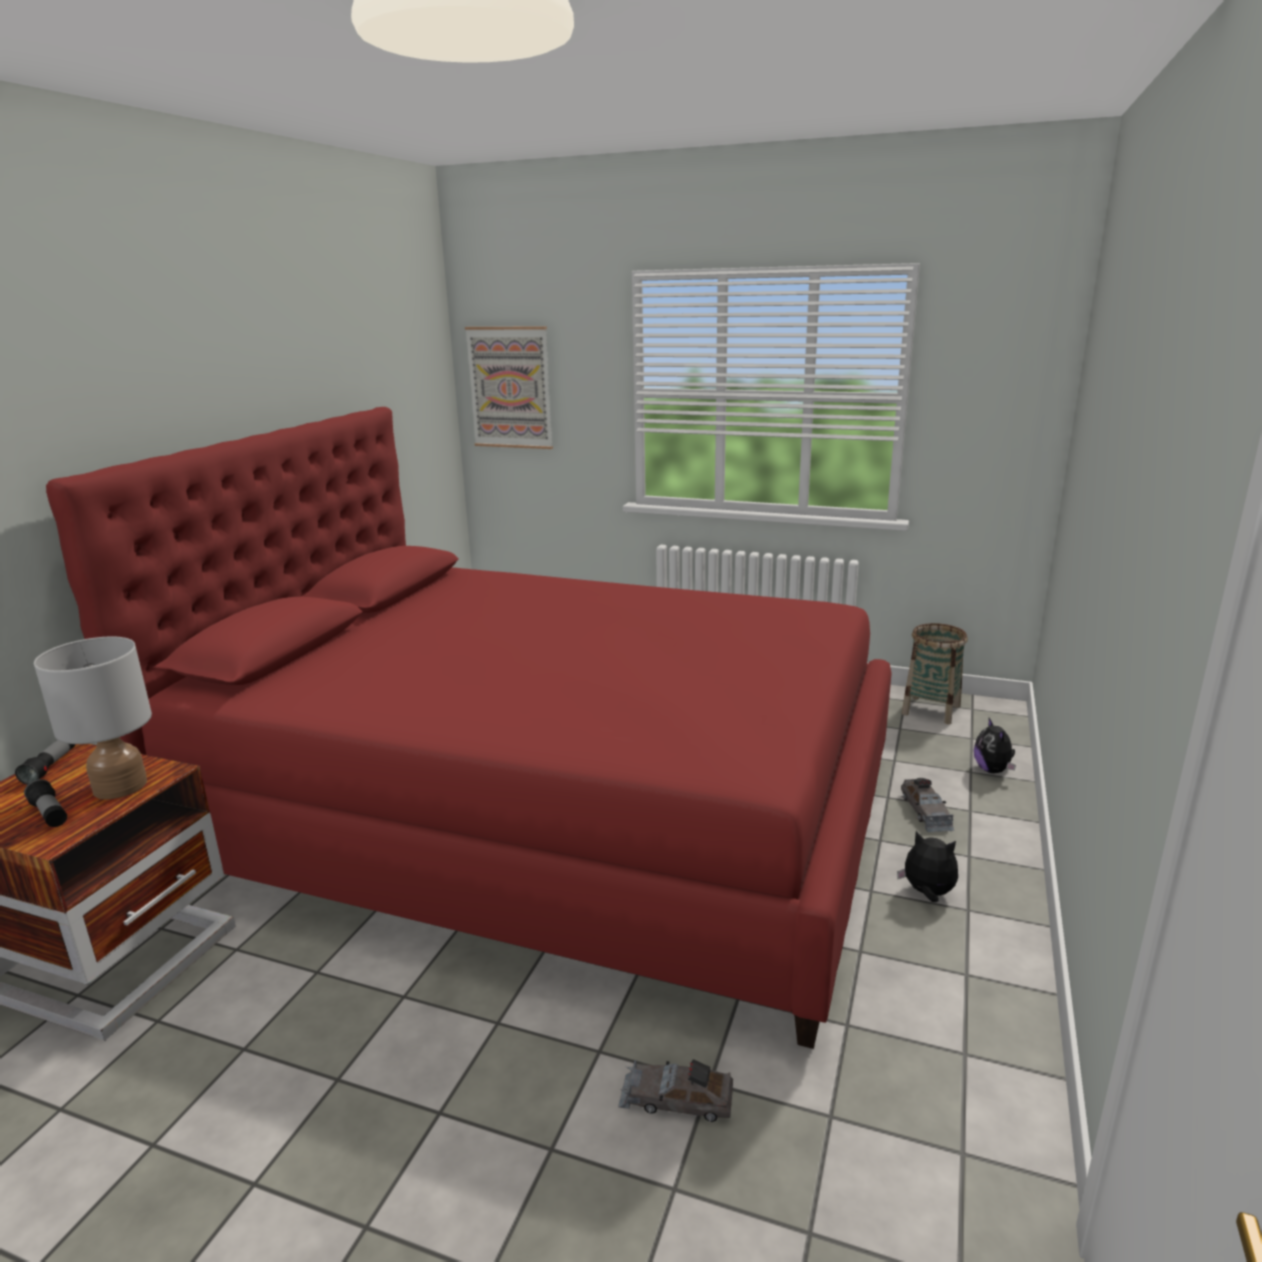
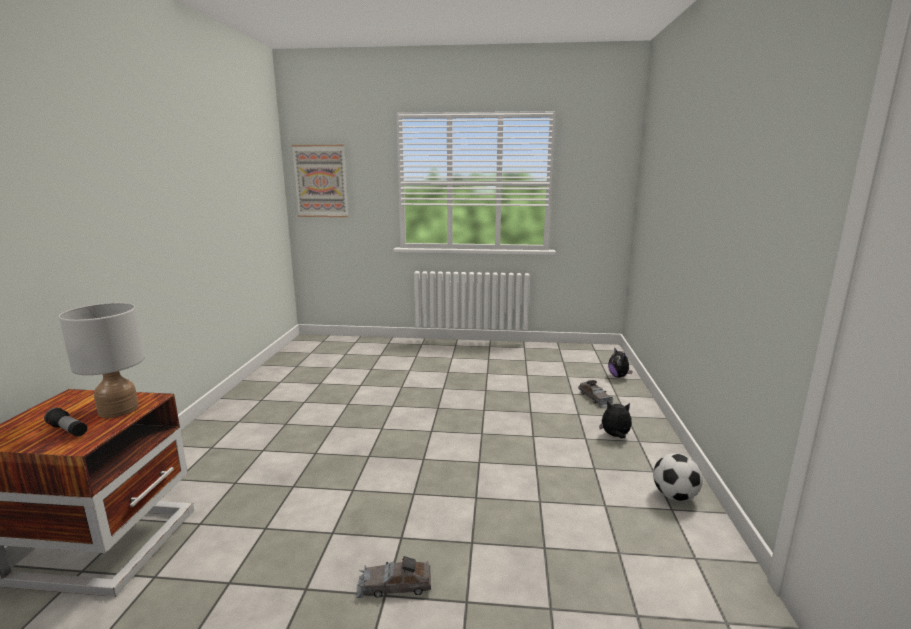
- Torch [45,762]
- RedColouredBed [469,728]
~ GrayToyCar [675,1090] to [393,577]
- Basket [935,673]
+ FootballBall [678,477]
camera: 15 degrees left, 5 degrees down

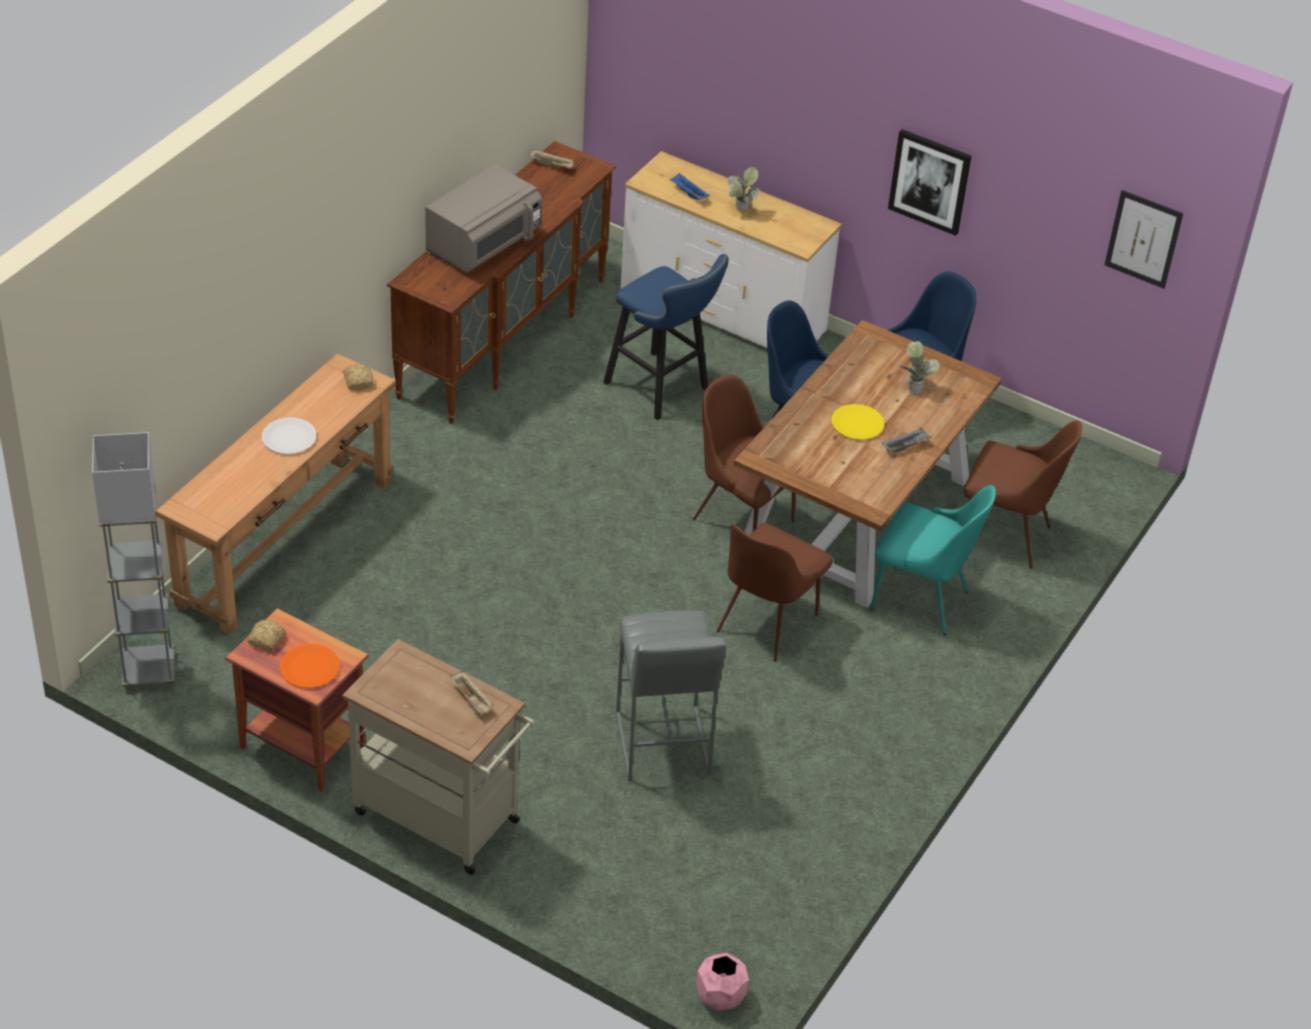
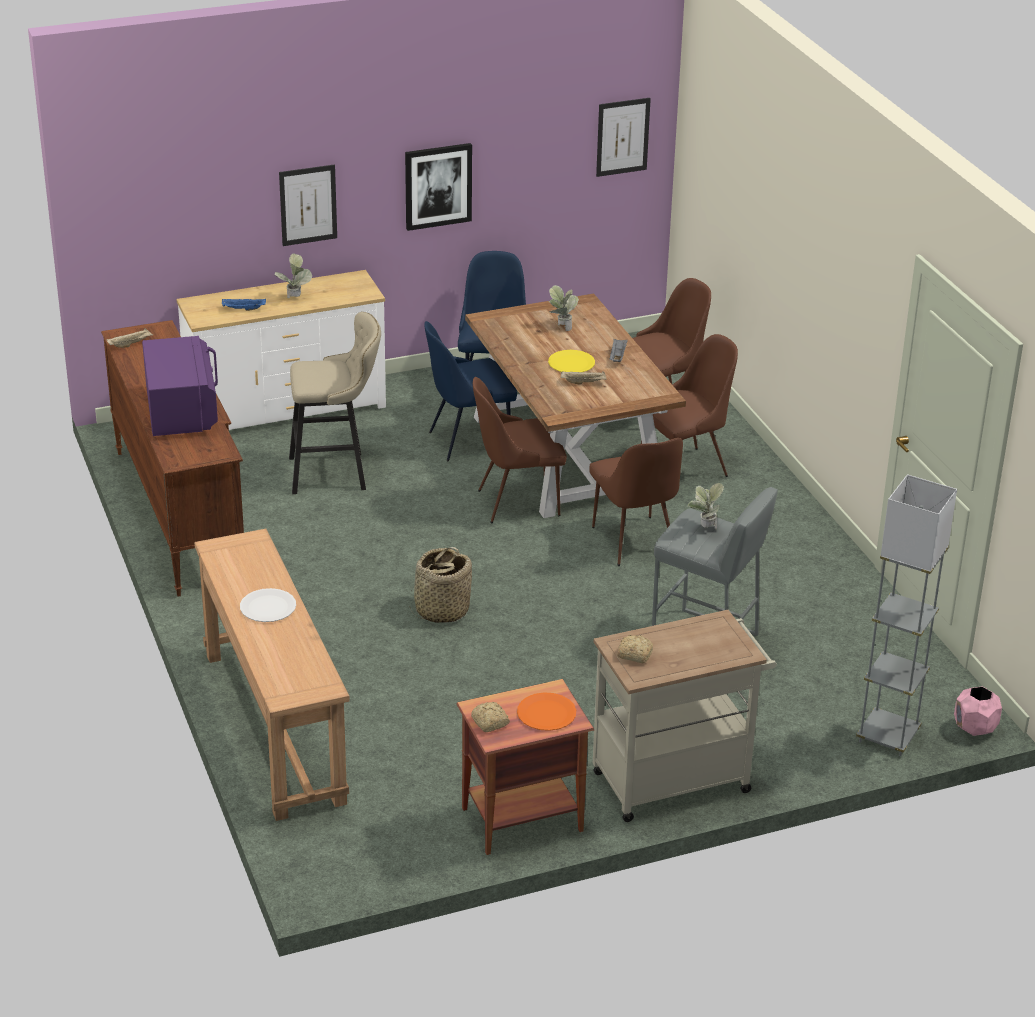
~ GrayStandingLamp [133,561] to [906,615]
~ BakedBread [358,377] to [635,649]
~ GrayMicrowave [483,218] to PurpleColouredMicrowave [180,386]
~ SandColouredCarryingTray [471,692] to [584,378]
~ BluishStoolSeat [666,337] to SandColouredStoolSeat [335,403]
~ BlueGreenChair [933,560] to BrownColouredChair [689,405]
+ WallPicture [308,205]
+ Basket [440,585]
+ PottedPlant [706,506]
camera: 50 degrees left, 10 degrees down

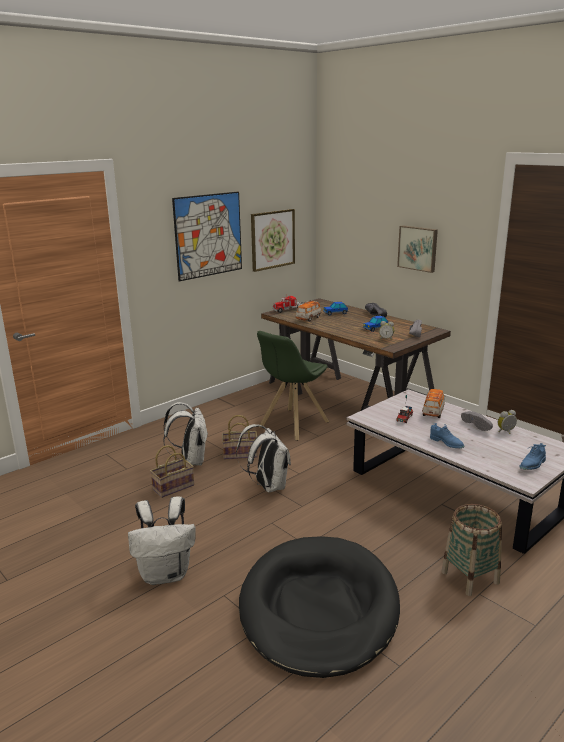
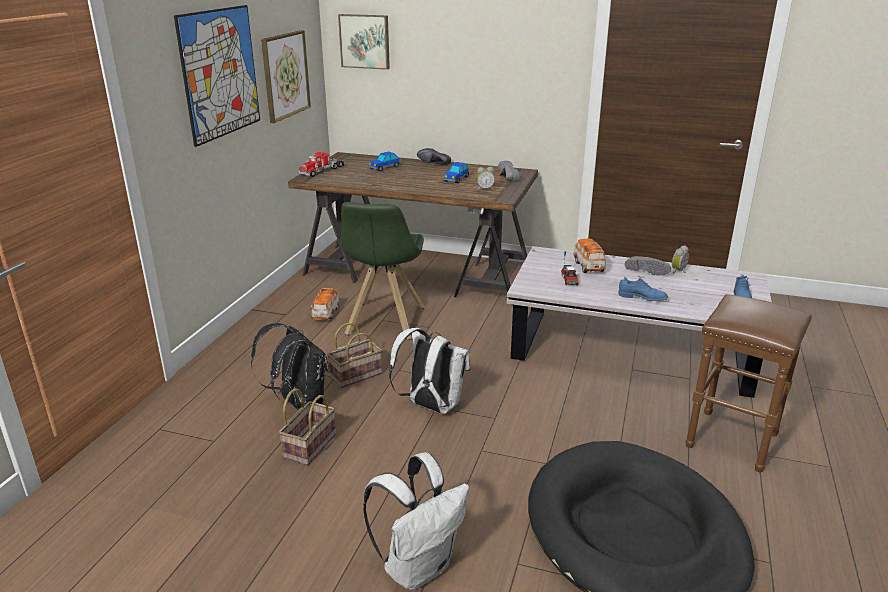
~ WhiteRucksack [185,434] to BlackRucksack [290,366]
~ ToyCar [308,311] to [325,304]
~ WallPicture [417,249] to [364,42]
~ Basket [471,550] to BrownColouredStoolSeat [749,383]
camera: 30 degrees left, 5 degrees up

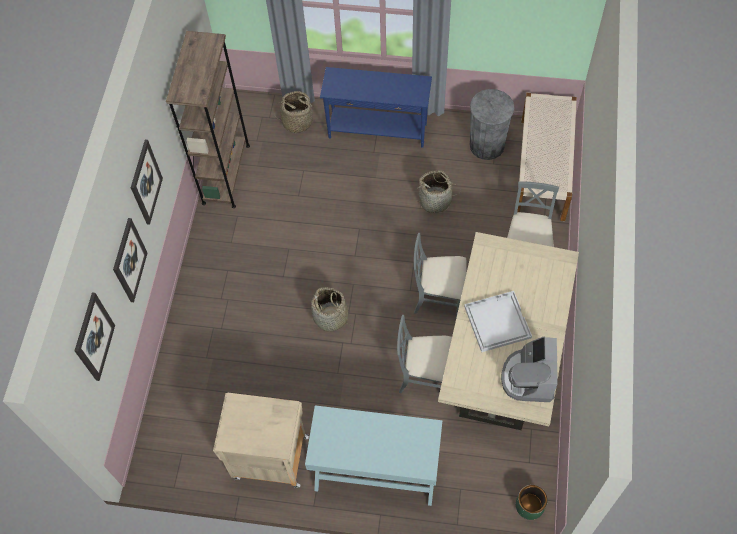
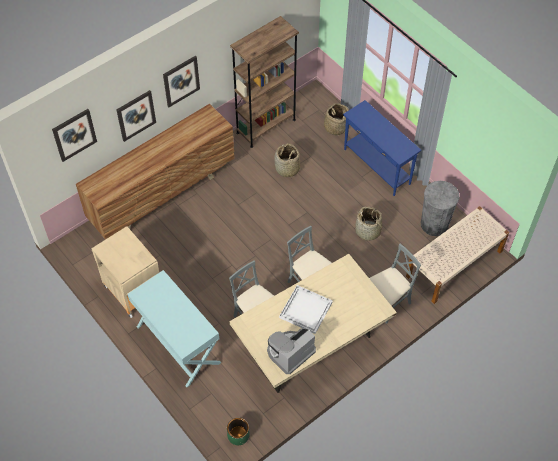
~ Basket [330,309] to [287,160]
+ BrownColouredCupboard [155,172]
camera: 40 degrees right, 5 degrees down

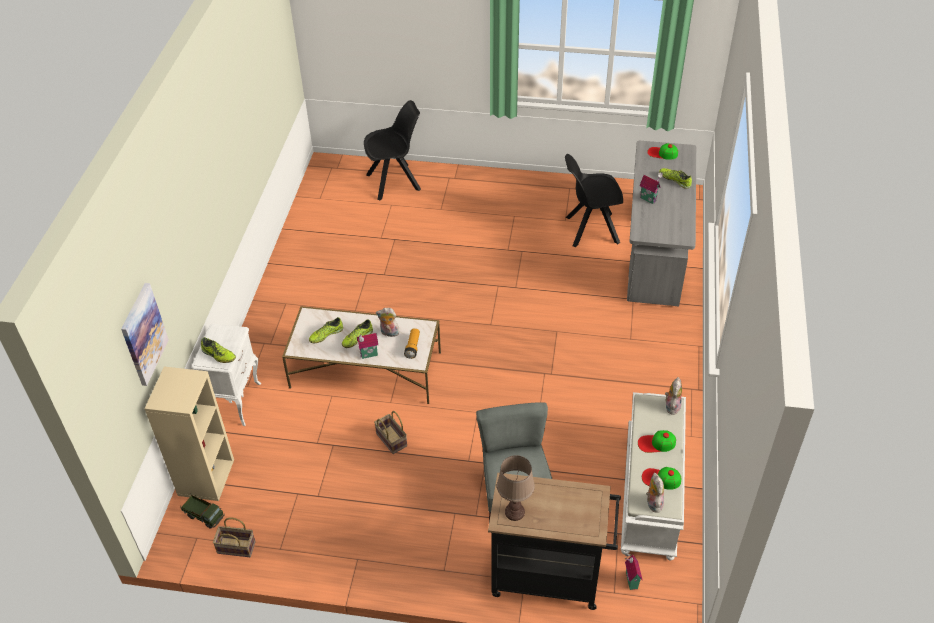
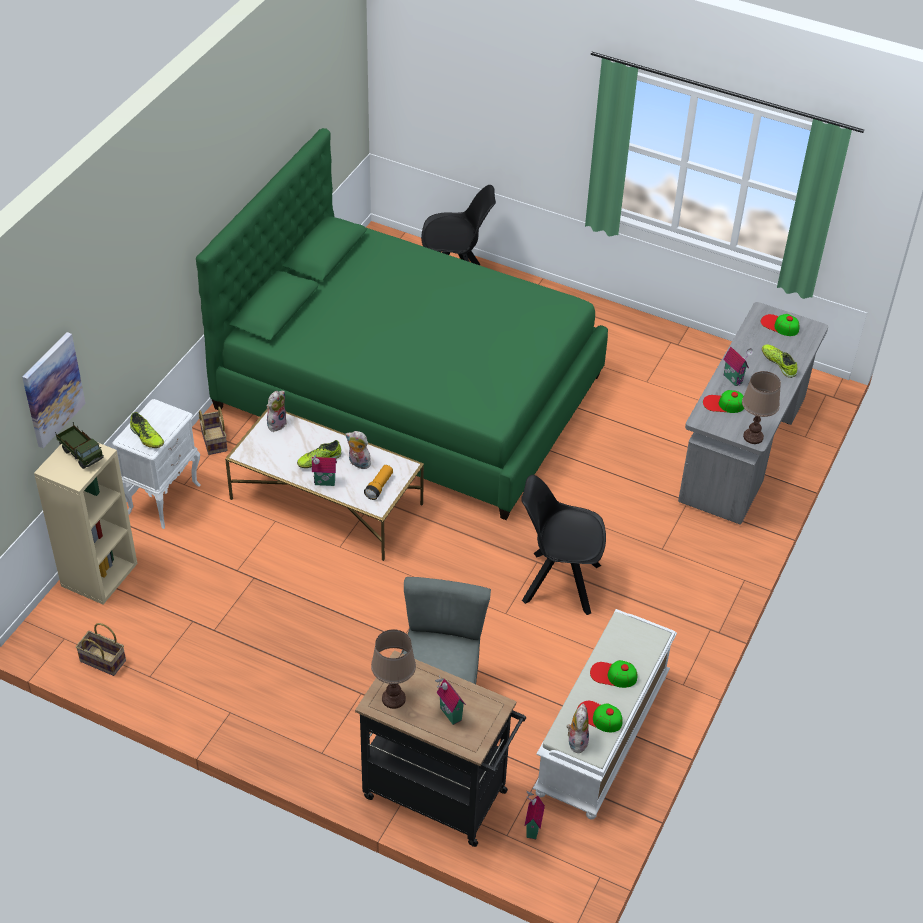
~ ToyLorry [202,511] to [79,445]
- ItemOfFootwear [326,330]
~ Basket [390,432] to [213,431]
~ BlackChair [594,201] to [563,545]
~ PlushToy [673,396] to [277,411]
+ GreenBed [402,324]
+ ModelHouse [451,700]
+ PeakedCap [723,401]
+ BrownColouredTableLamp [761,407]
camera: 15 degrees right, 0 degrees up

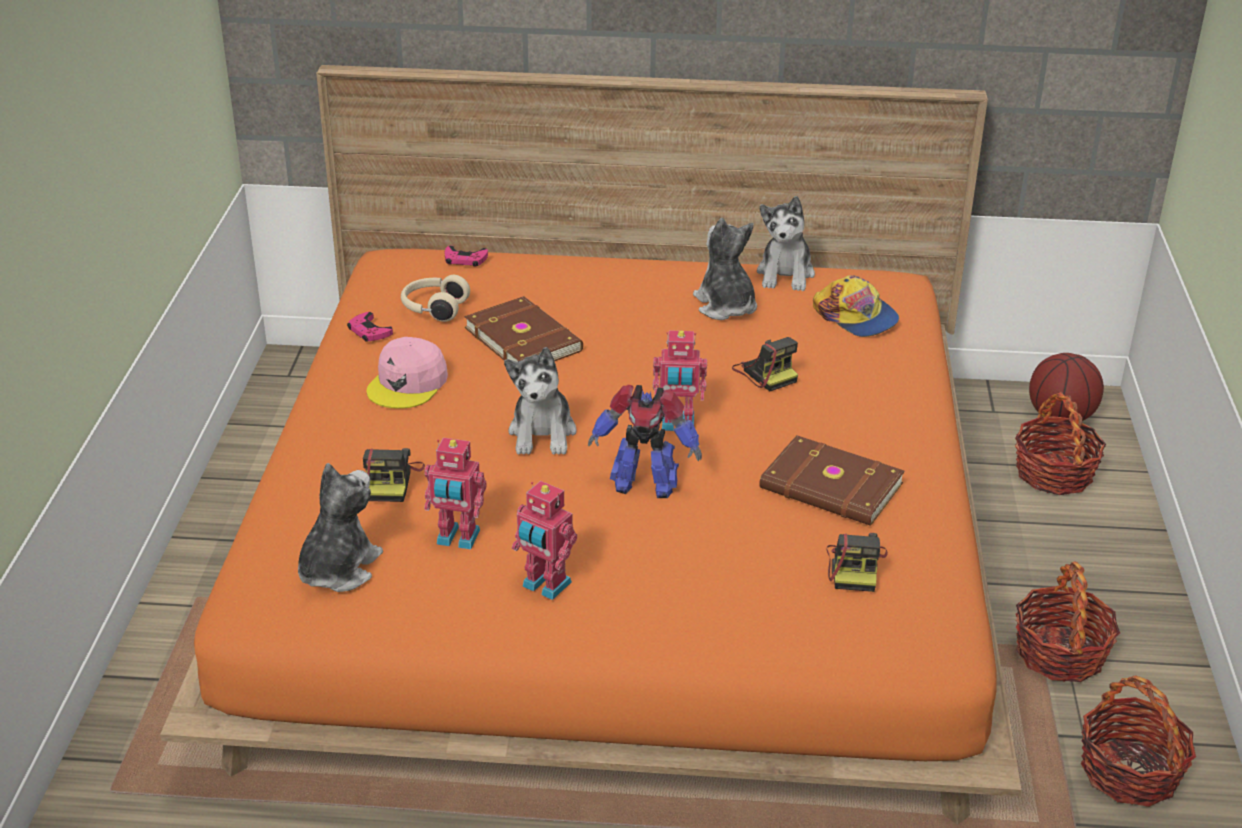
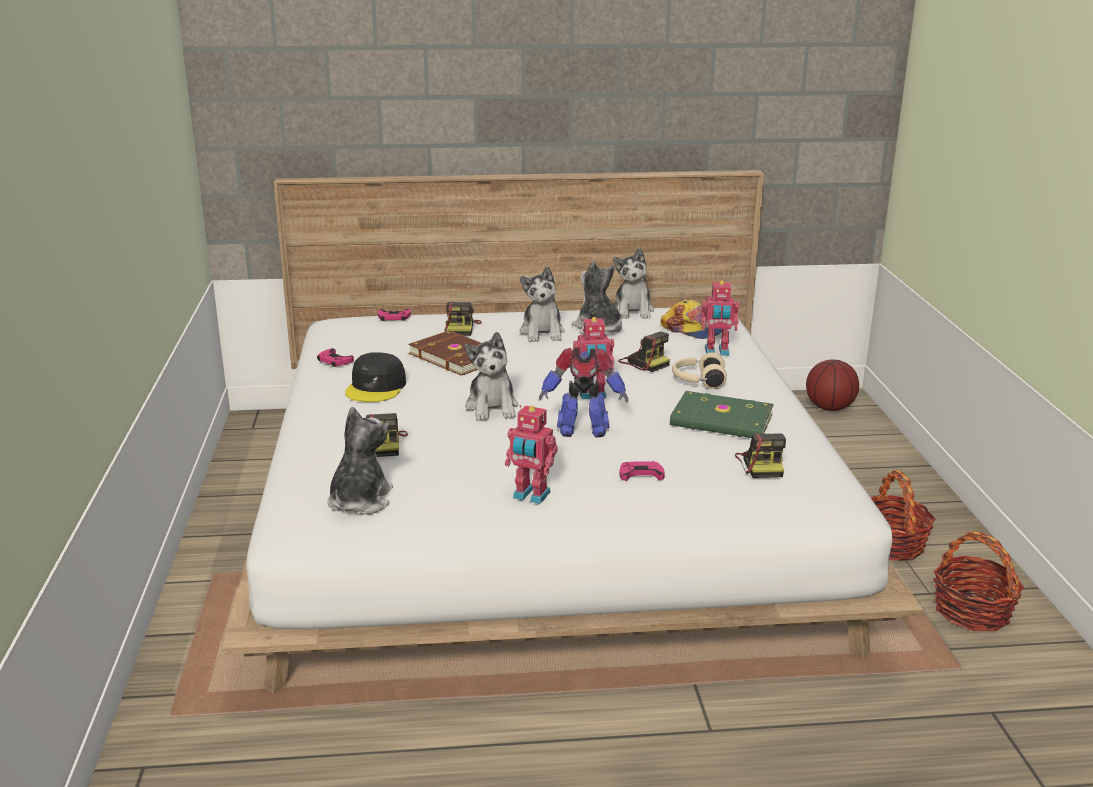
~ OrangeyBed [590,444] to WhiteBed [572,431]
~ PinkishPeakedCap [407,373] to BlackPeakedCap [375,377]
~ SandColouredHeadphones [435,298] to [699,370]
~ ToyRobot [455,494] to [720,318]
~ BrownColouredVolume [831,480] to GreenVolume [722,414]
- Basket [1060,443]
+ StillCamera [463,319]
+ PlushToy [542,304]
+ PinkishGameController [642,471]
camera: 10 degrees left, 10 degrees down

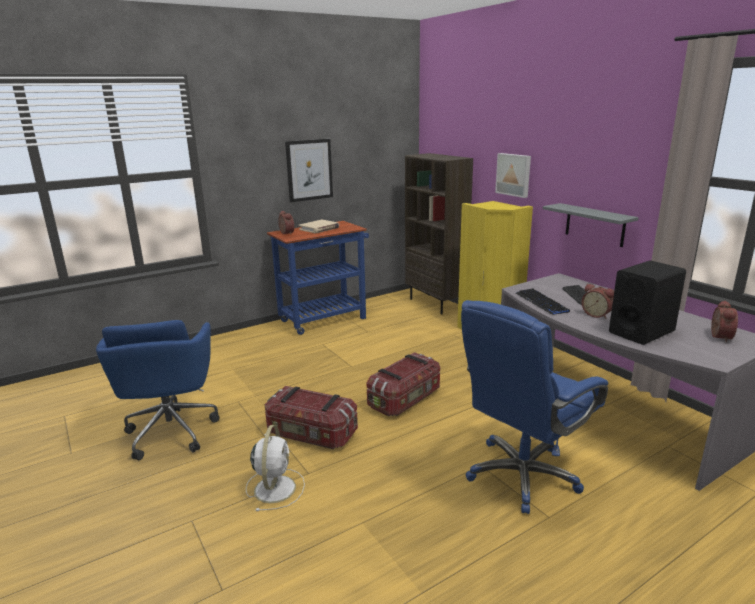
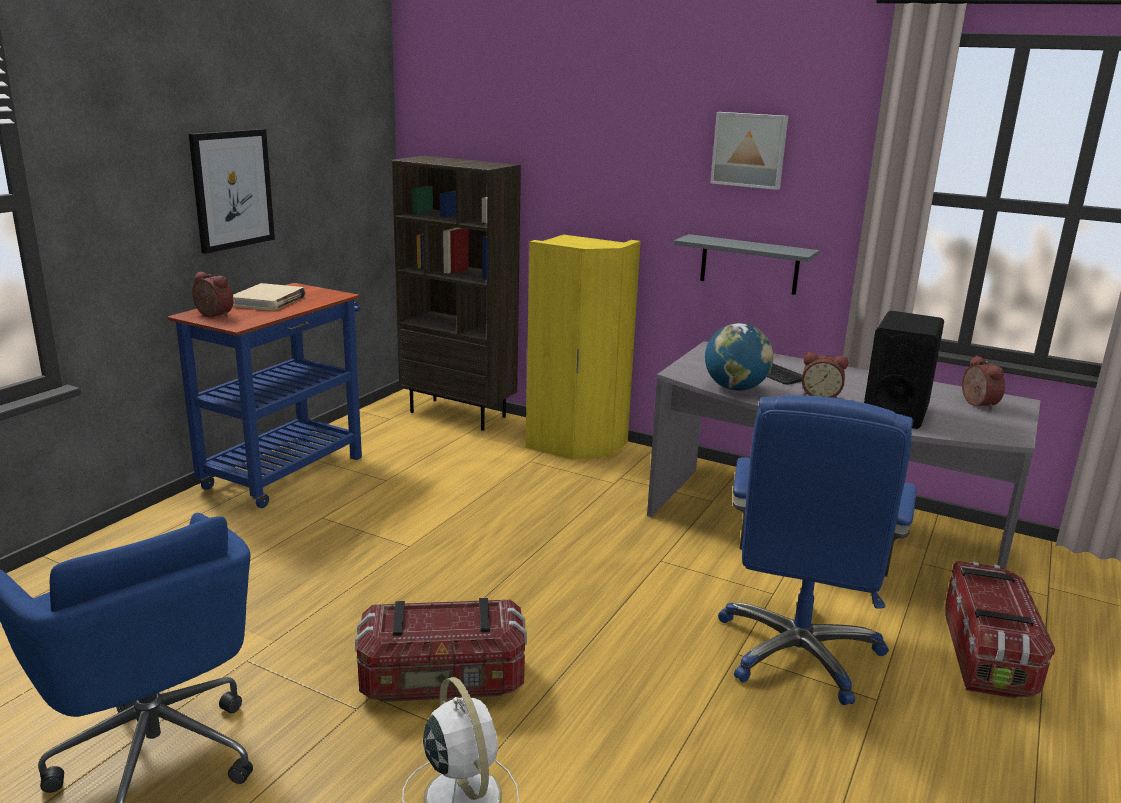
~ StorageBin [403,384] to [1000,629]
~ WallPicture [513,175] to [749,151]
~ PcKeyboard [543,302] to Globe [739,357]
camera: 30 degrees left, 0 degrees up

